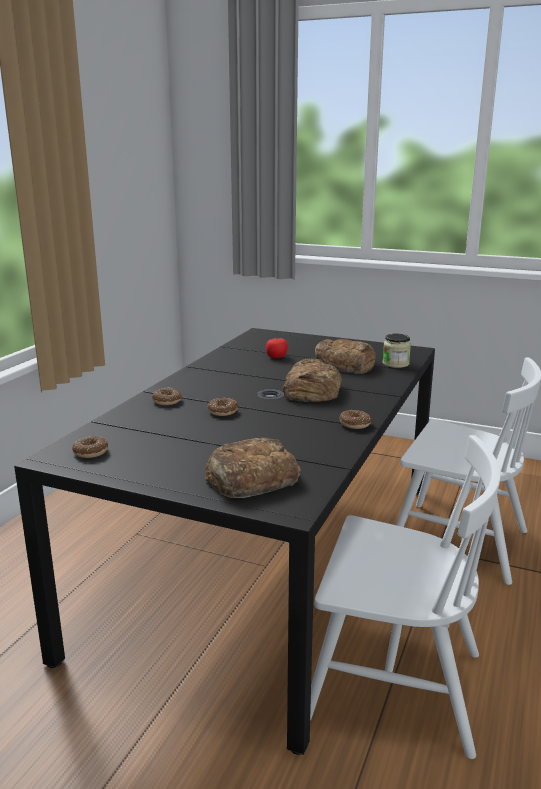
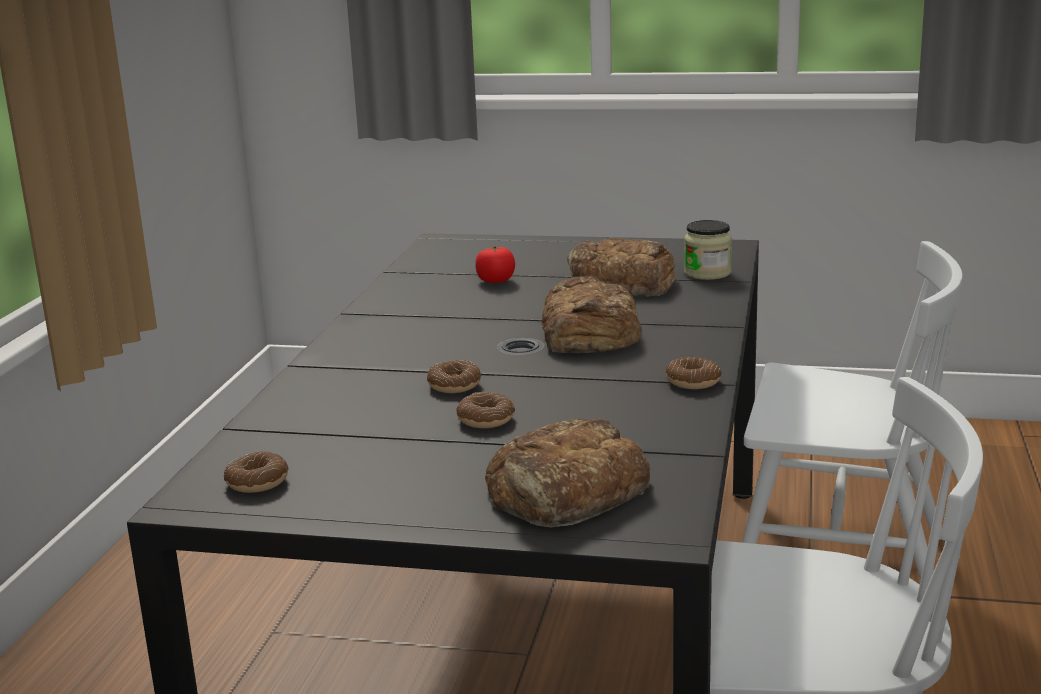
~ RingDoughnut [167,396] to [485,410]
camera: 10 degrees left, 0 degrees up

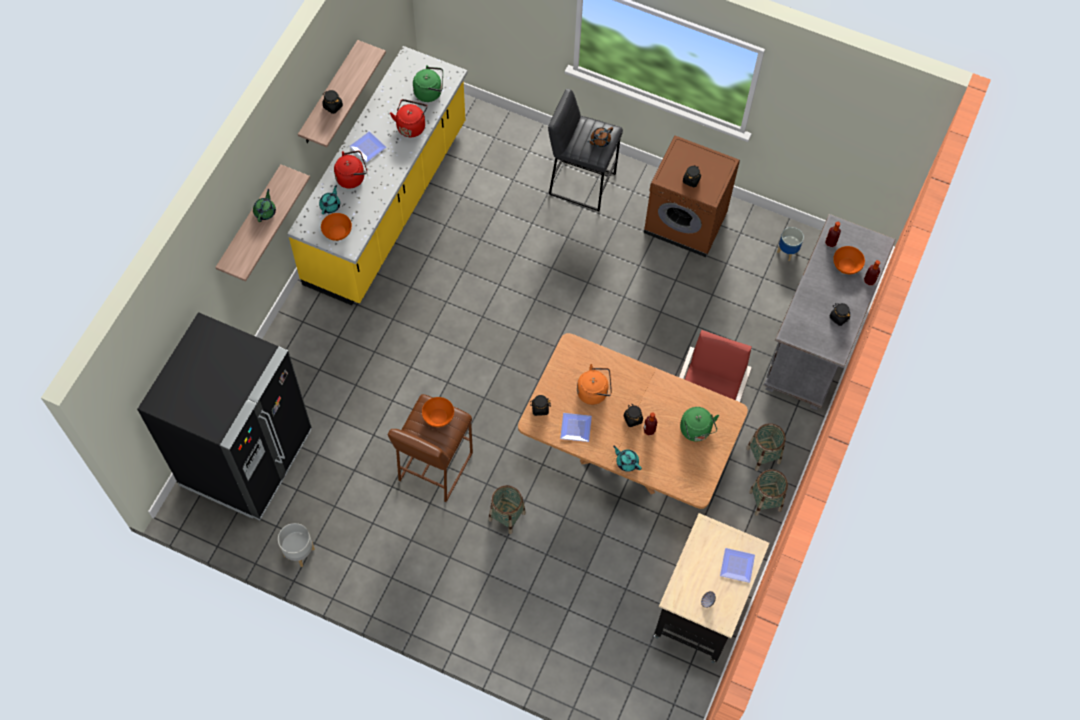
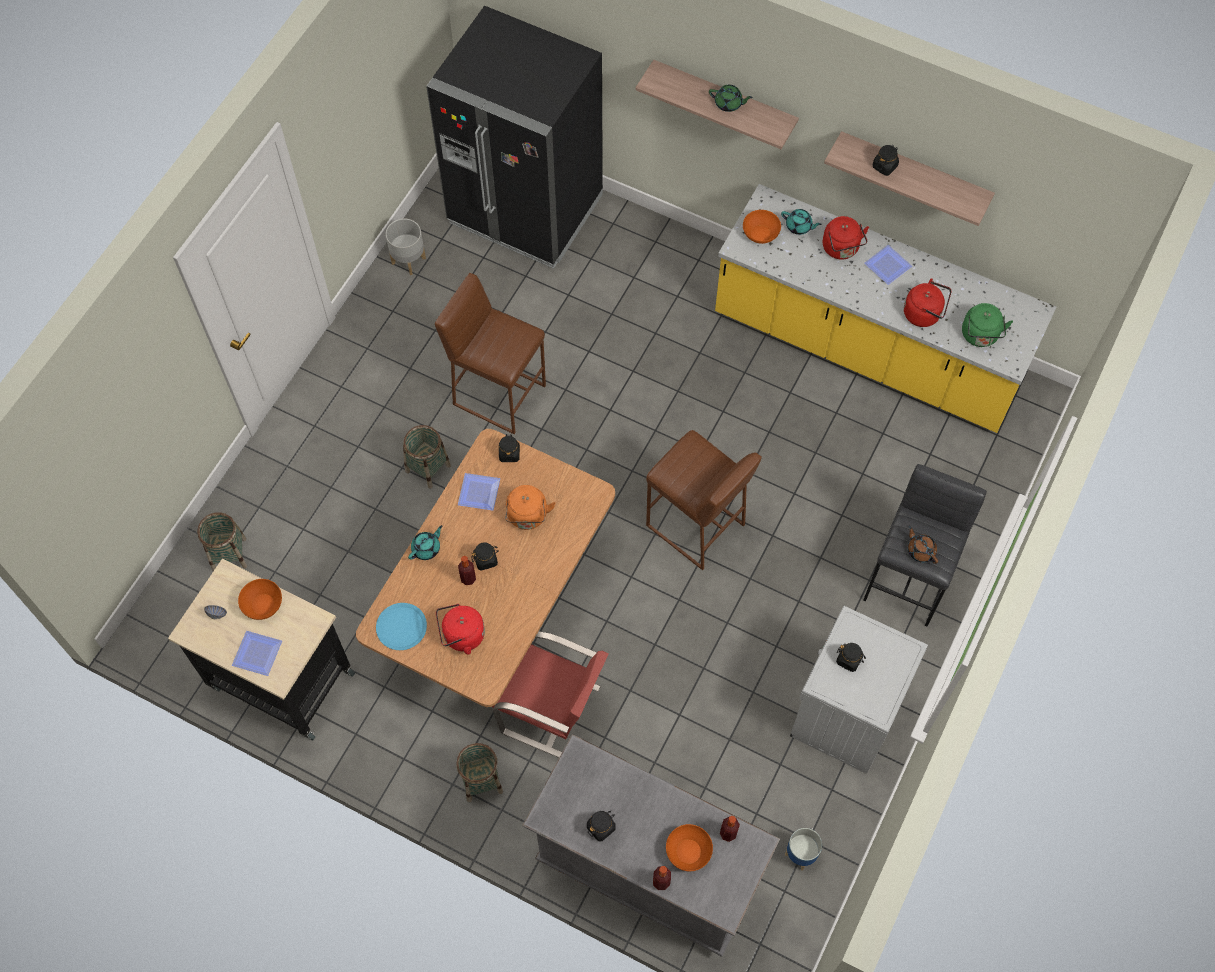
~ OrangeyDeepDish [438,412] to [260,599]
~ BrownColouredLaundryAppliance [692,196] to WhiteLaundryAppliance [859,689]
~ GreenTeaKettle [699,424] to RedColouredTeaKettle [460,629]
~ Basket [768,493] to [222,541]
+ BluishFlatDish [401,626]
+ BrownColouredStoolSeat [704,500]
camera: 95 degrees right, 0 degrees up

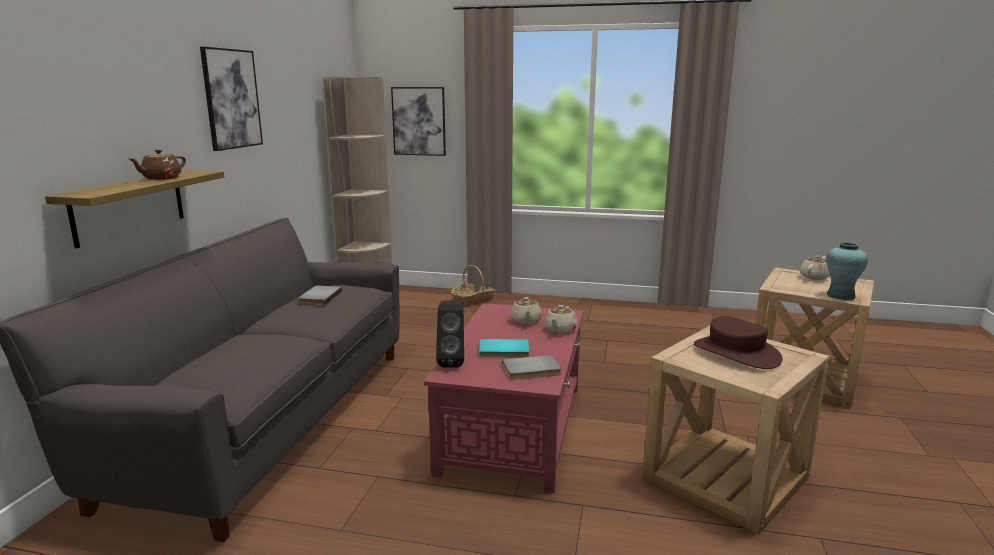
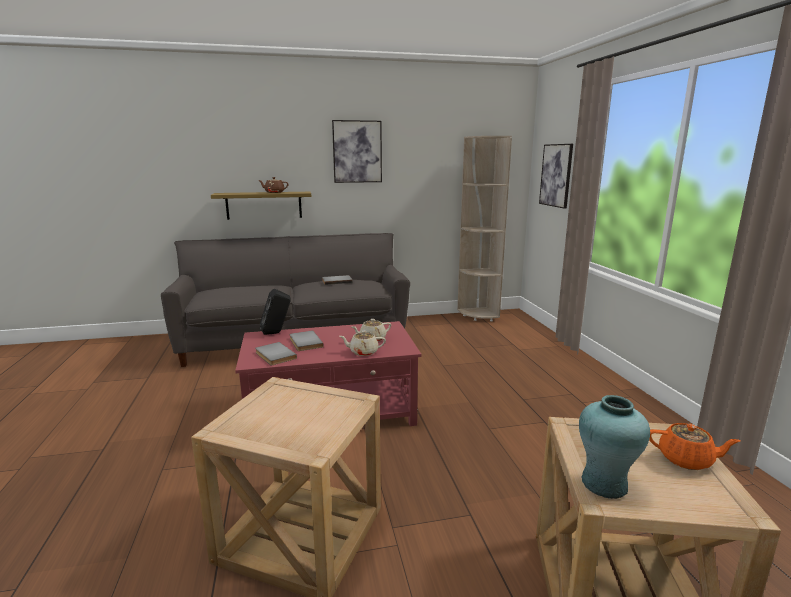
- Basket [473,285]
~ BlueGreenVolume [504,348] to GrayVolume [306,340]
- BrownColouredWearableHat [738,342]
~ SandColouredPotForTea [815,267] to OrangeyPotForTea [694,446]
camera: 65 degrees right, 0 degrees up

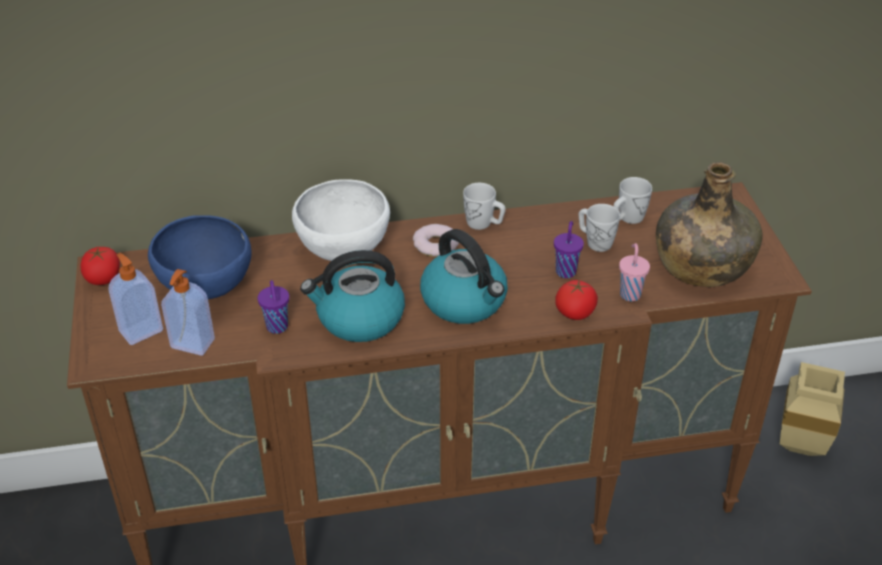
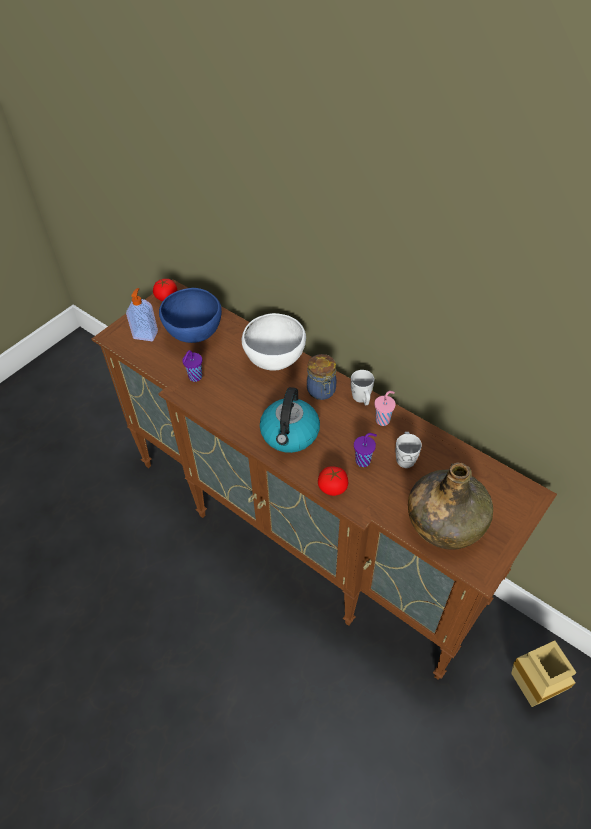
- SoapDispenser [188,312]
- TeaKettle [352,296]
~ RingDoughnut [436,240] to StorageJar [321,377]
- WhiteMug [633,200]
~ PinkishDrinkingCup [634,272] to [385,408]
camera: 50 degrees right, 10 degrees up

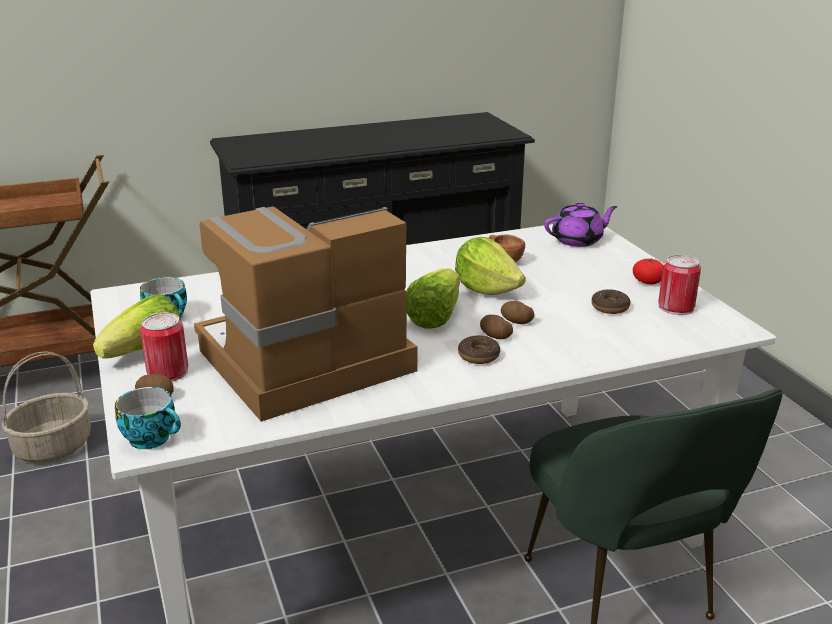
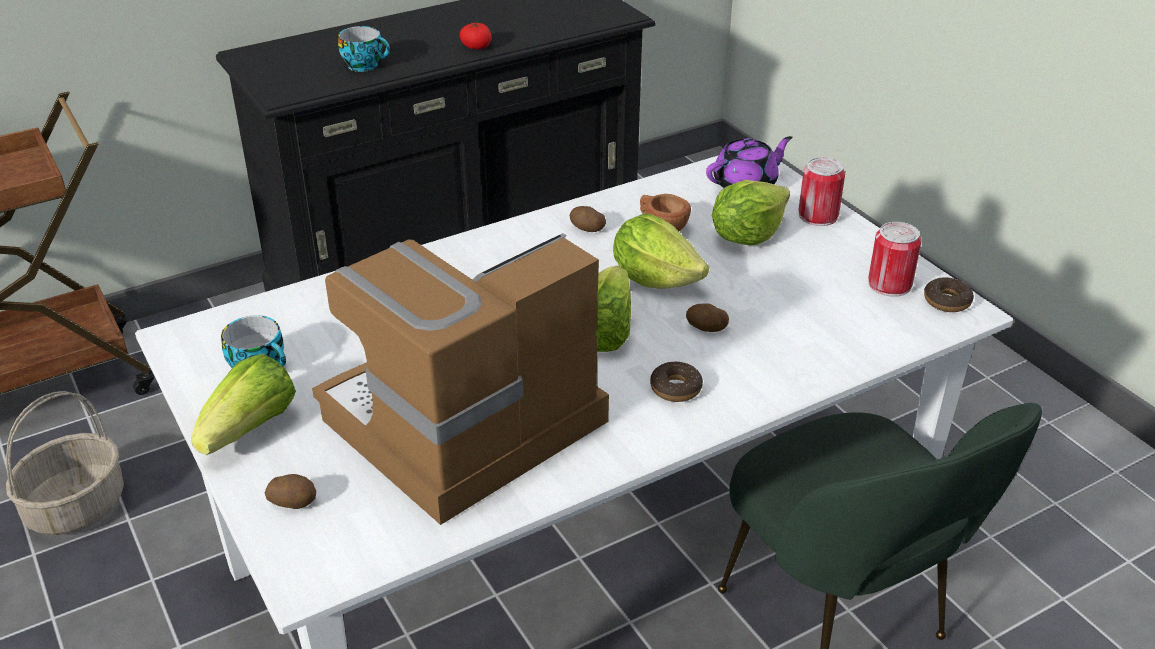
~ DrinkingCup [148,418] to [364,49]
~ MetalCan [164,347] to [822,191]
~ Spud [496,327] to [588,219]
~ RingDoughnut [611,302] to [949,294]
~ Tomato [648,271] to [475,36]
+ Lettuce [751,212]
camera: 10 degrees left, 10 degrees up

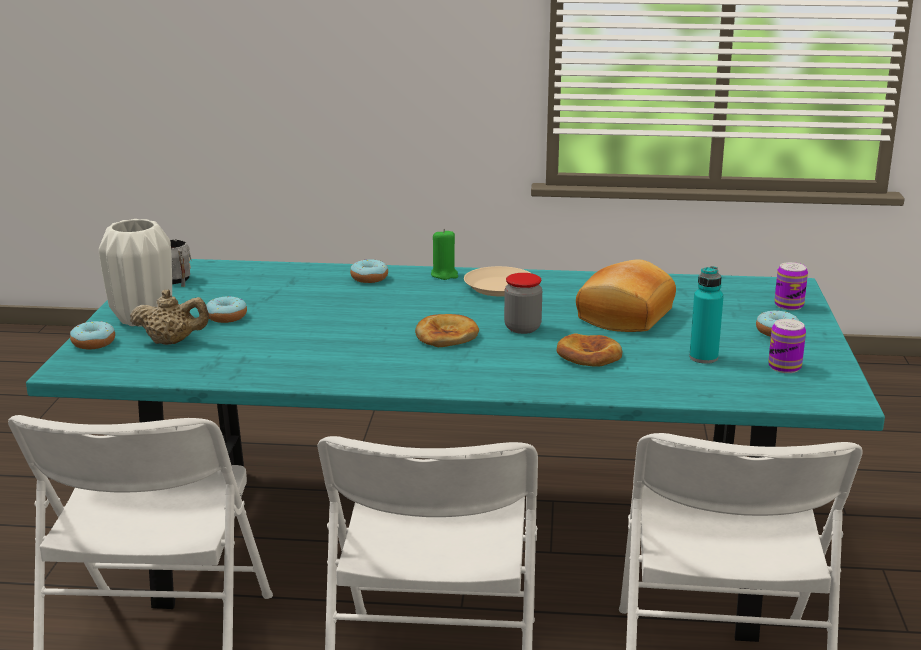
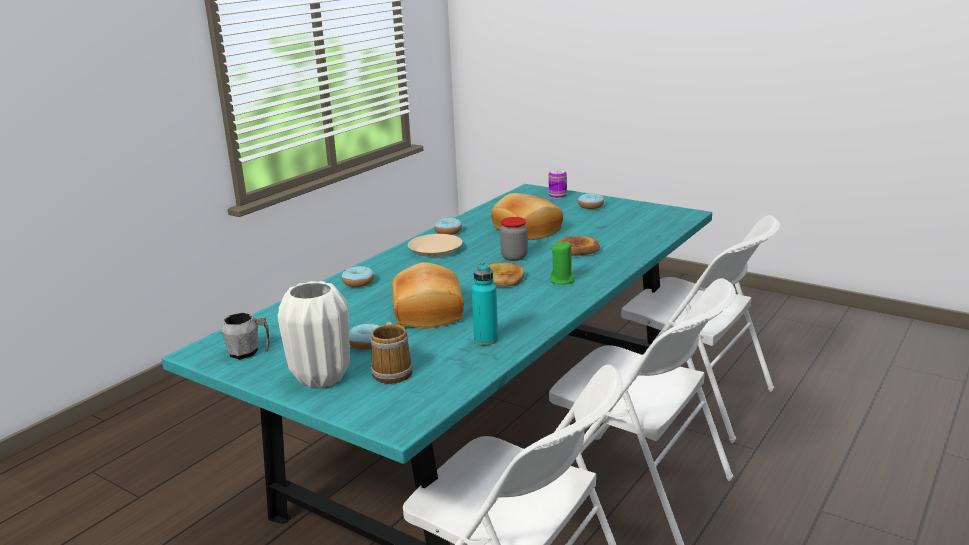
~ RingDoughnut [92,335] to [448,226]
~ SandColouredPotForTea [169,317] to Mug [391,353]
~ GreenWaxCandle [444,254] to [562,263]
~ BlueGreenDrinkBottle [706,315] to [485,304]
- MetalCan [787,346]
+ BakedBread [428,295]
camera: 60 degrees left, 0 degrees up

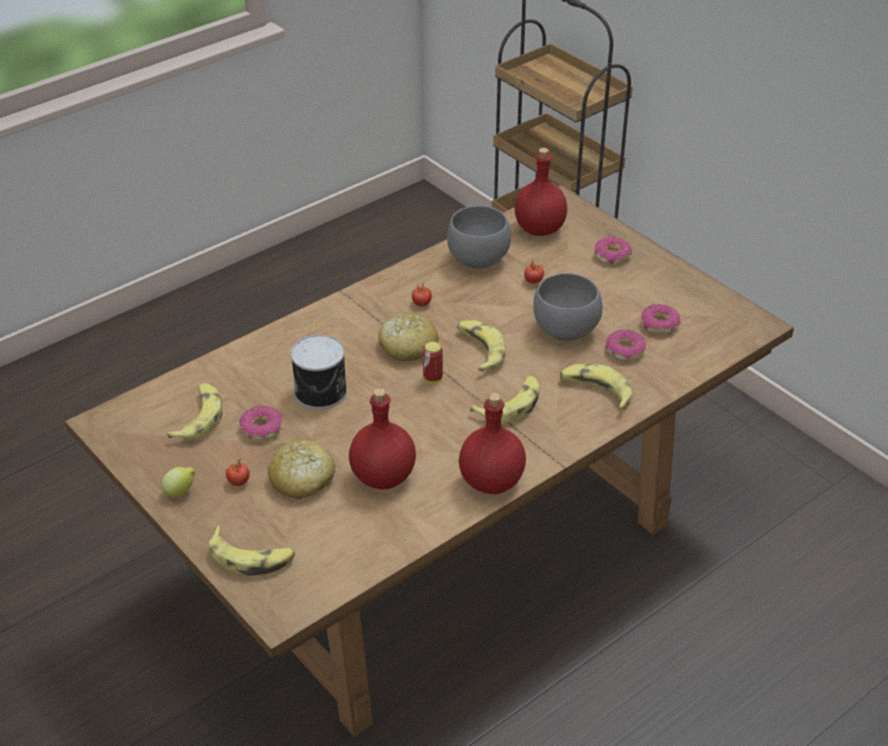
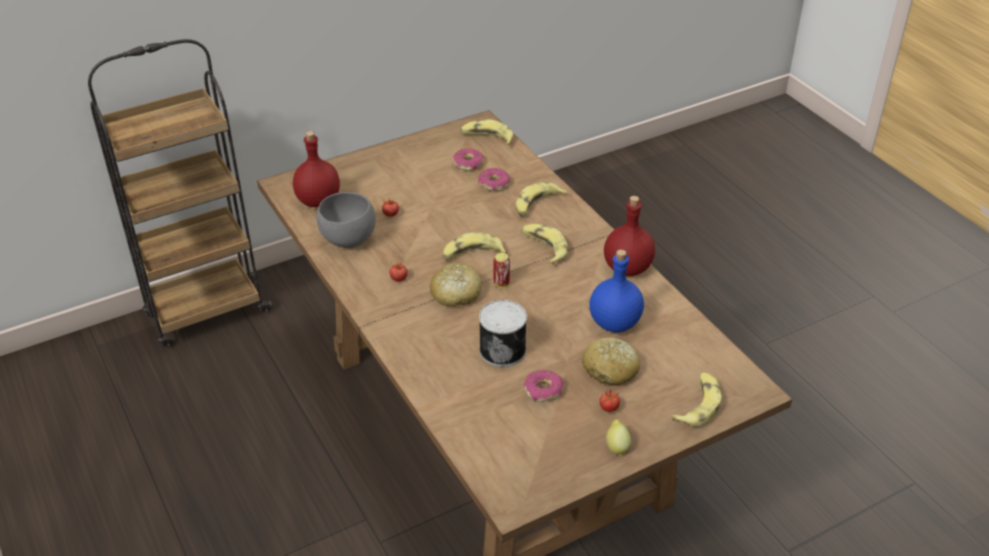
~ BananaFruit [194,411] to [487,132]
~ RedColouredDrinkBottle [382,438] to BluishDrinkBottle [616,291]
- GrayDeepDish [568,307]
- RingDoughnut [613,251]
camera: 80 degrees left, 0 degrees up

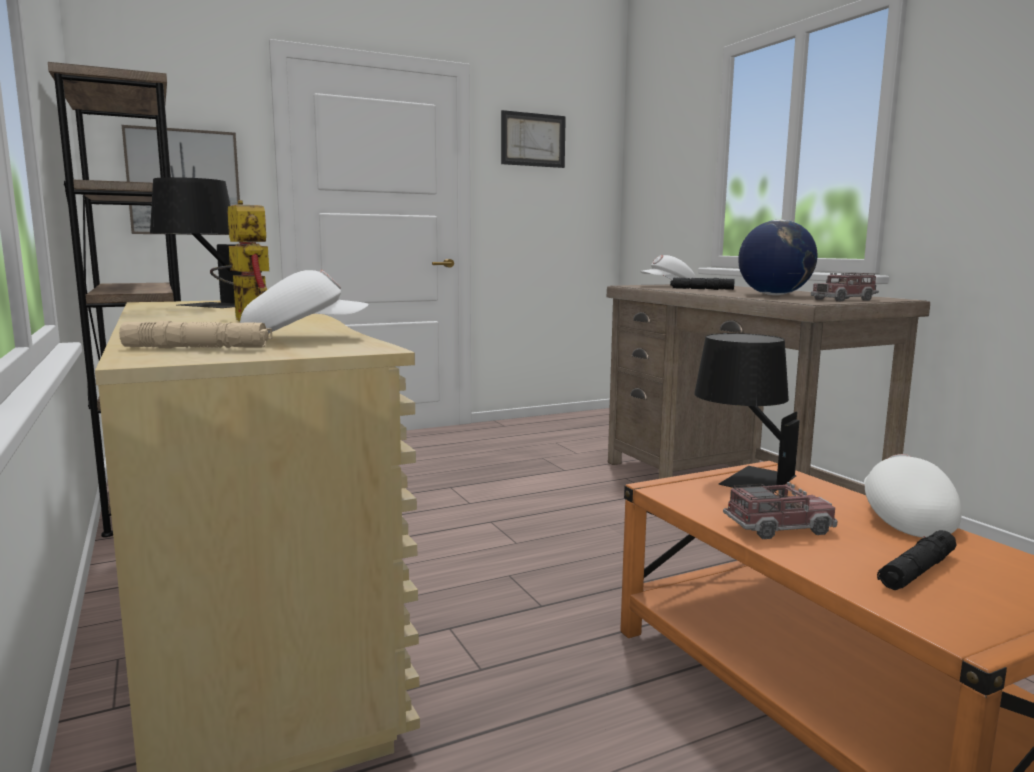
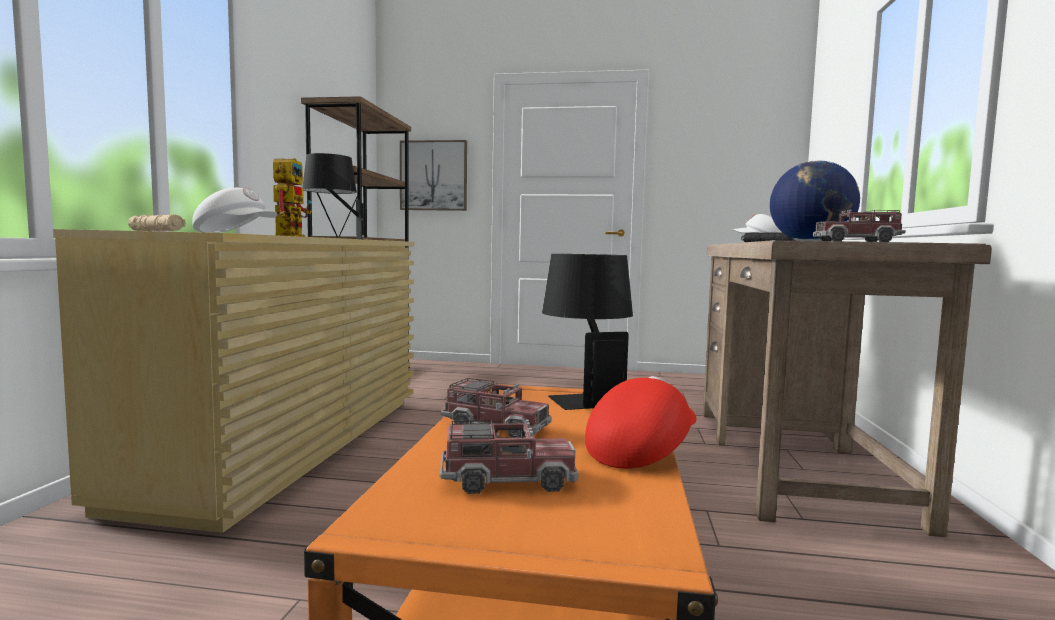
- WallPicture [533,139]
~ WhitePeakedCap [913,496] to RedColouredPeakedCap [641,422]
~ BlackTorch [917,560] to ToyLorry [509,457]
camera: 35 degrees right, 5 degrees down

